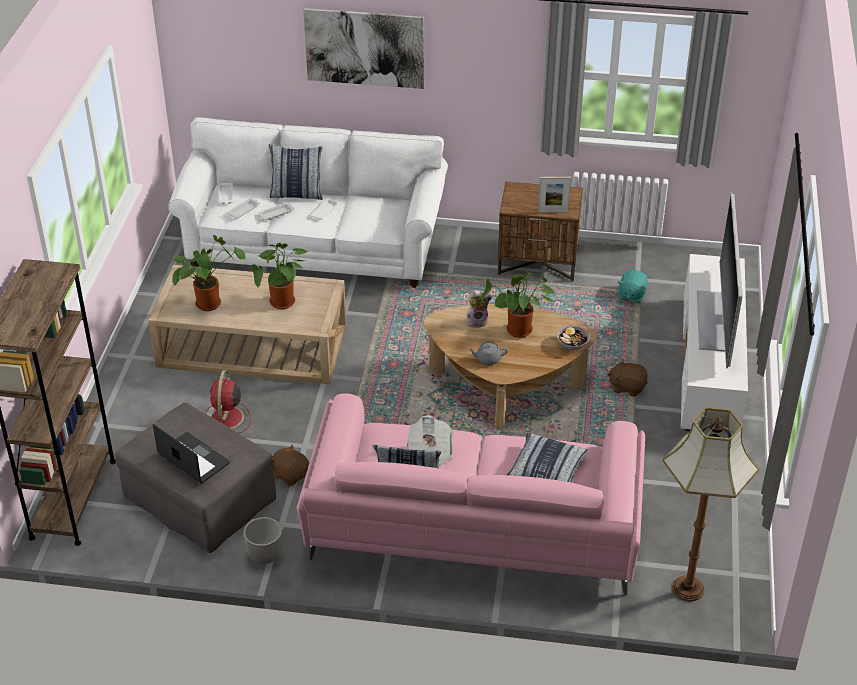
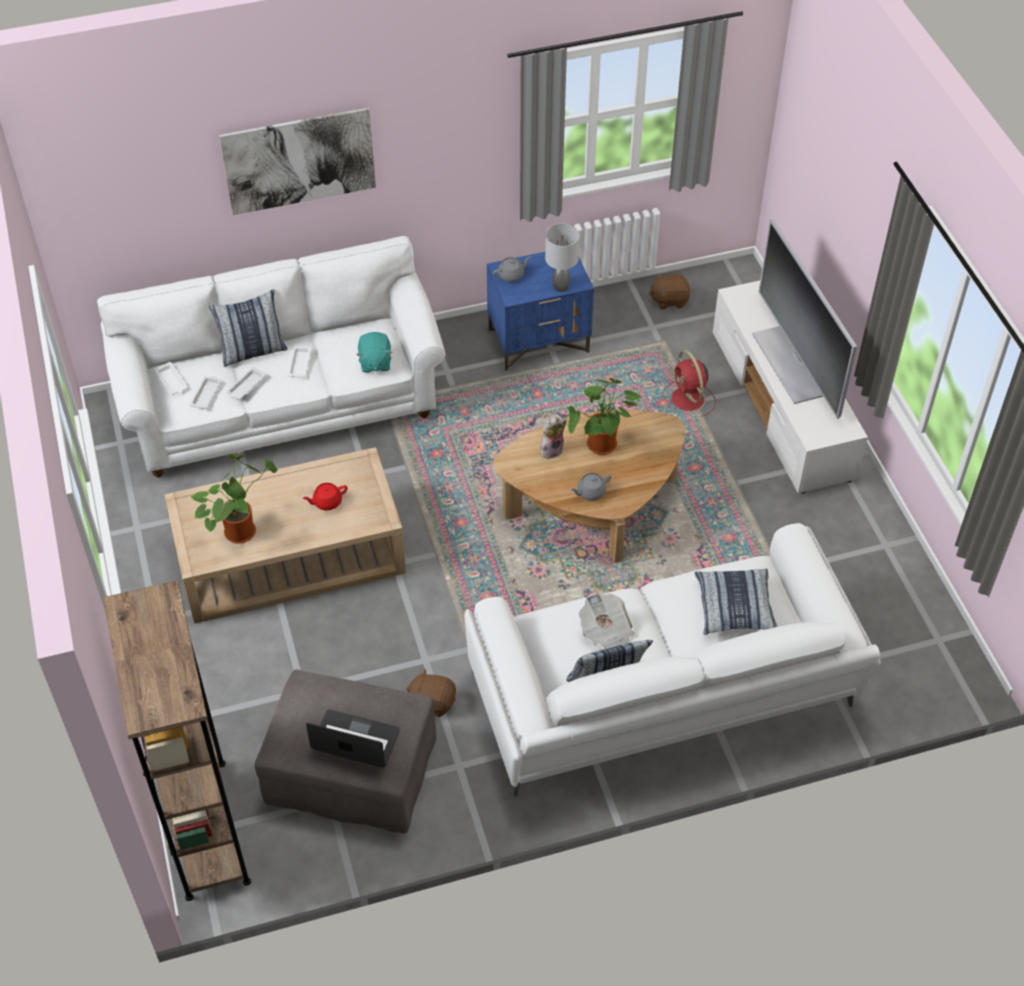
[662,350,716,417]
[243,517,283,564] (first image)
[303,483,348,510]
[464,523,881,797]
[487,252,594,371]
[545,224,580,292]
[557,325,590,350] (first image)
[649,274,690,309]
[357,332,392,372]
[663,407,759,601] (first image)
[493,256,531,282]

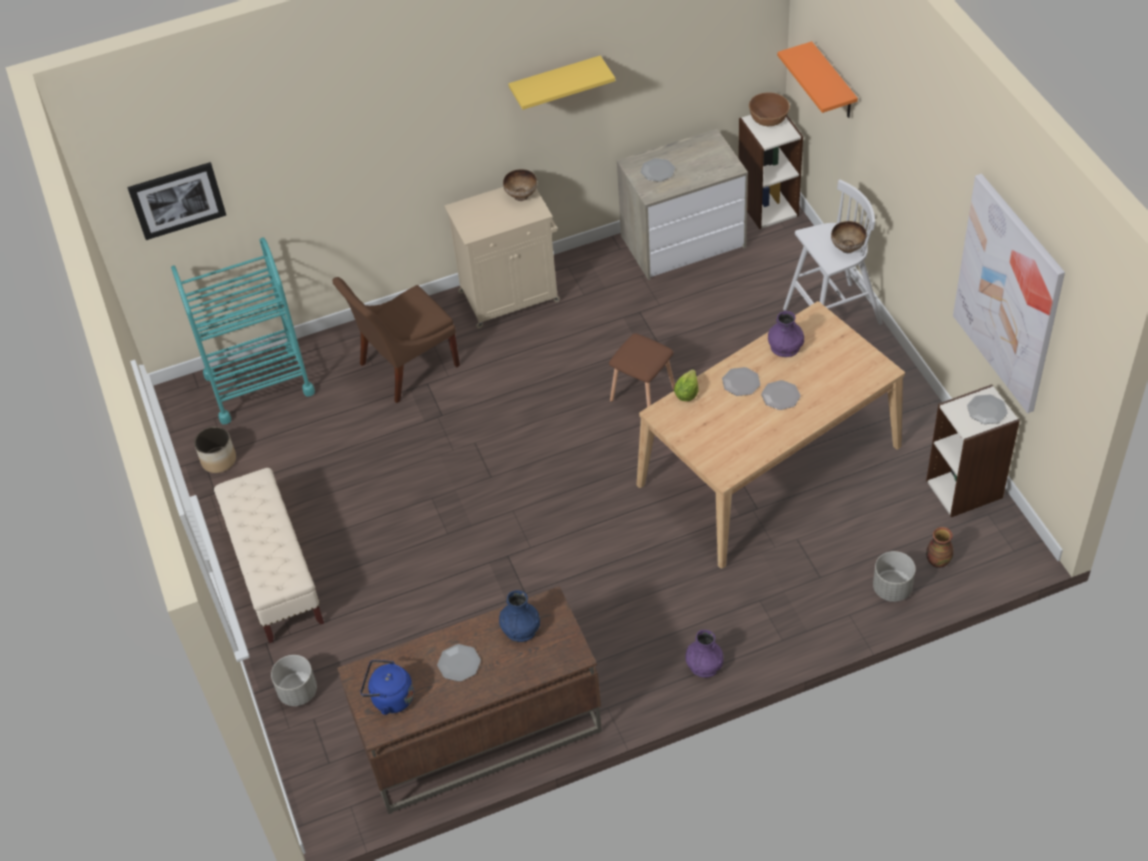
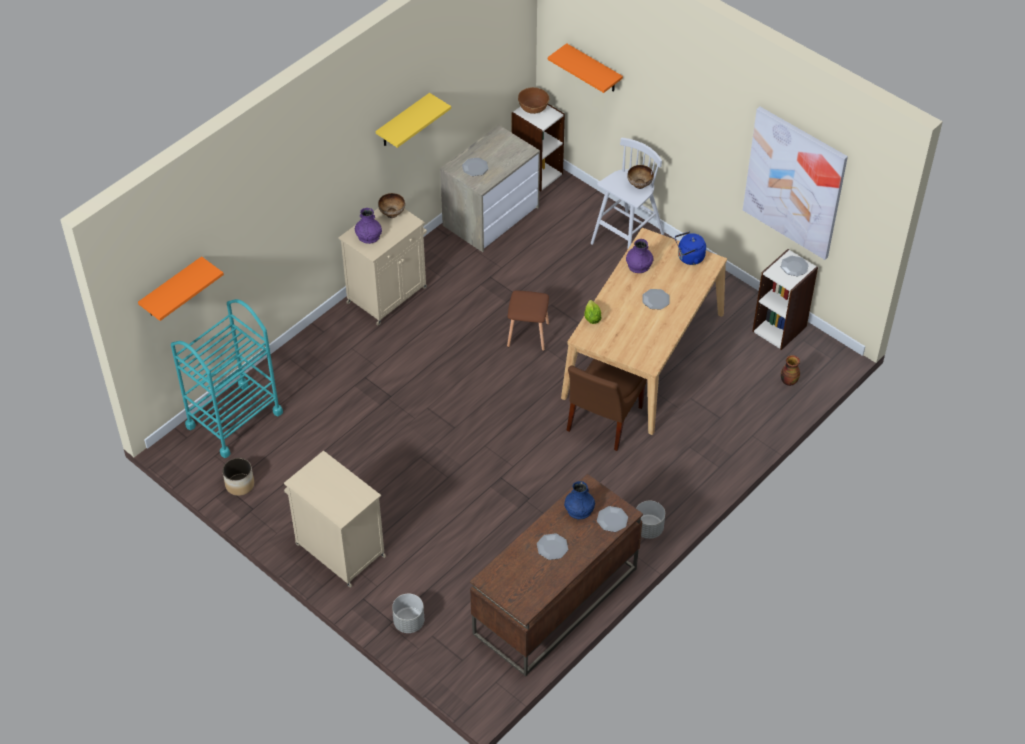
[138,256,224,321]
[284,450,386,588]
[567,359,647,451]
[675,232,706,265]
[355,208,382,244]
[597,506,628,532]
[636,500,665,539]

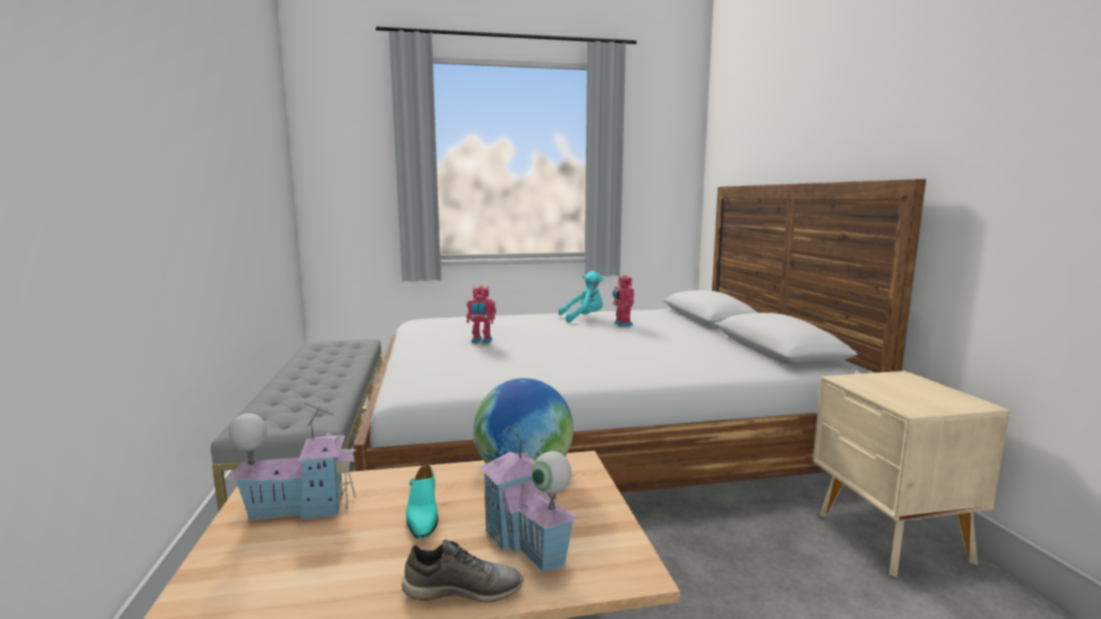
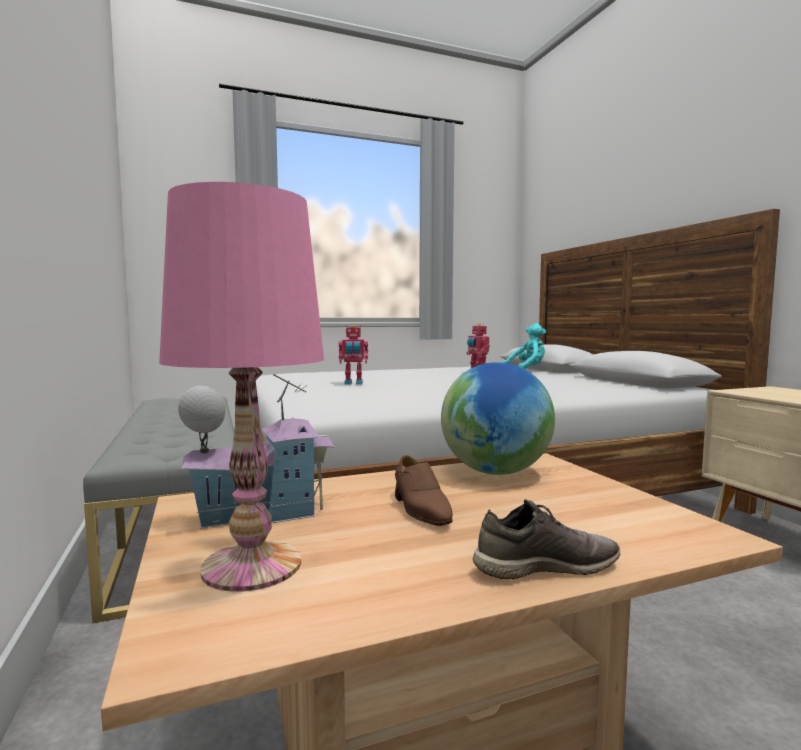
[395,455,453,526]
[478,424,579,573] (first image)
[503,323,546,369]
[159,182,324,592]

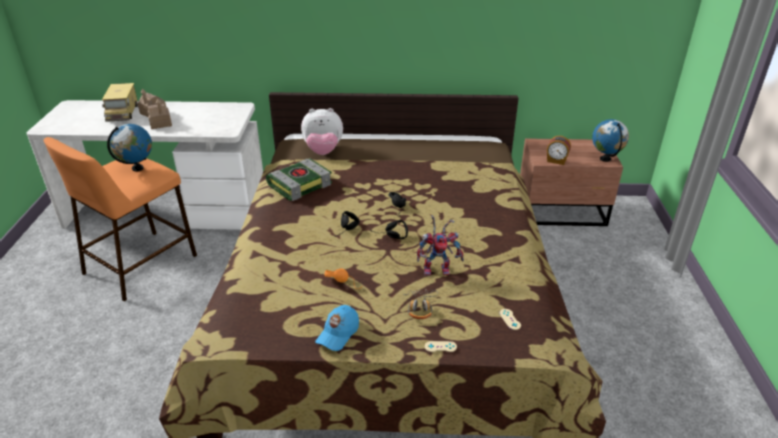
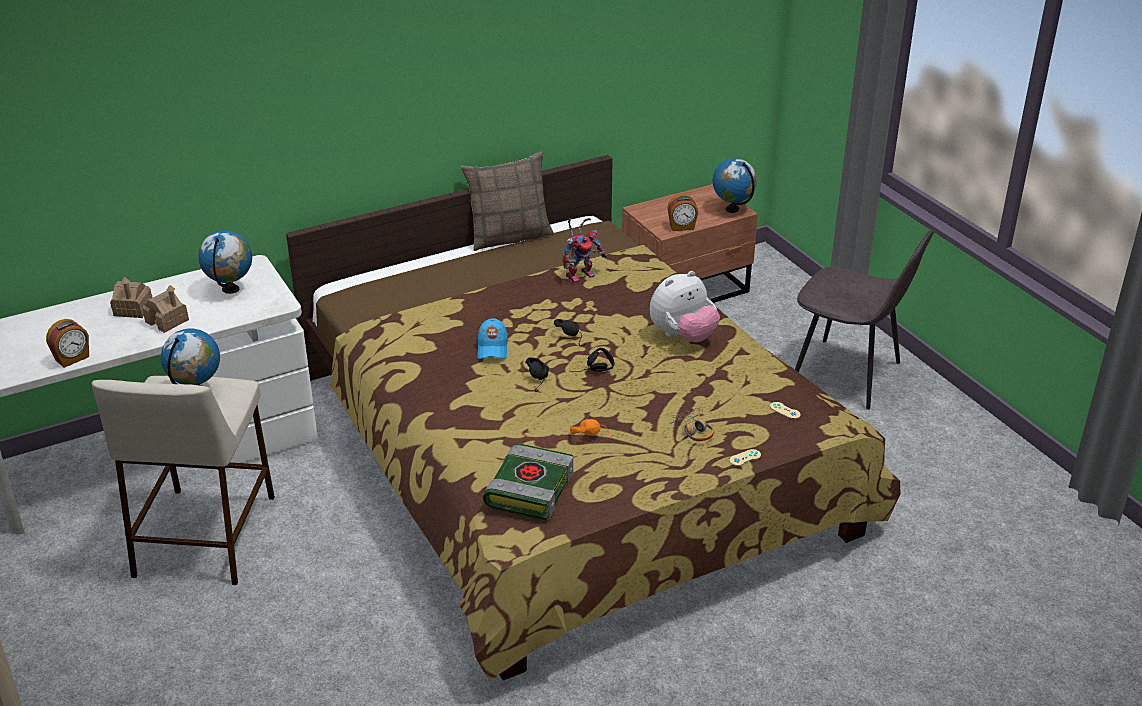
[92,376,275,585]
[102,83,138,122] (first image)
[483,444,573,521]
[650,271,720,342]
[477,318,508,359]
[562,218,607,283]
[46,319,89,368]
[198,230,252,294]
[461,152,554,251]
[795,228,934,410]

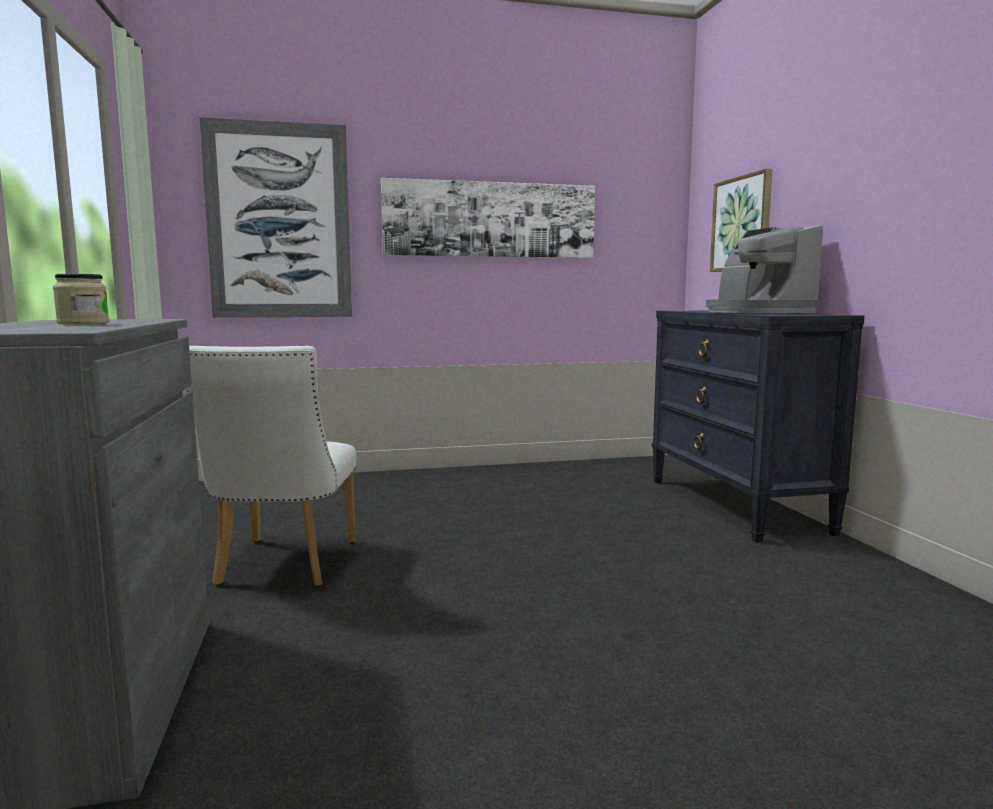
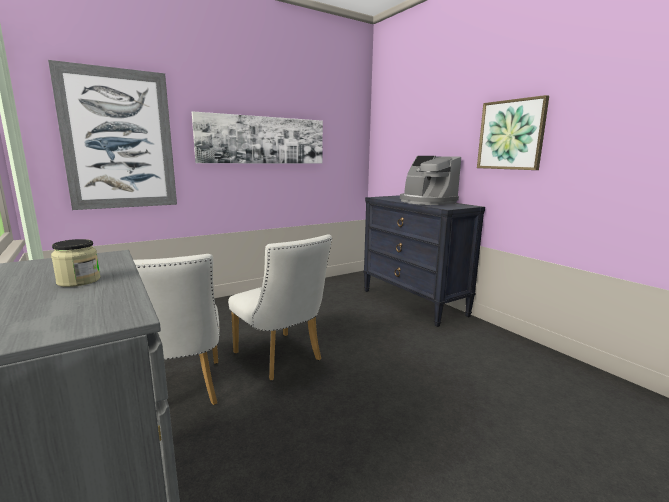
[477,95,549,170]
[228,234,332,381]

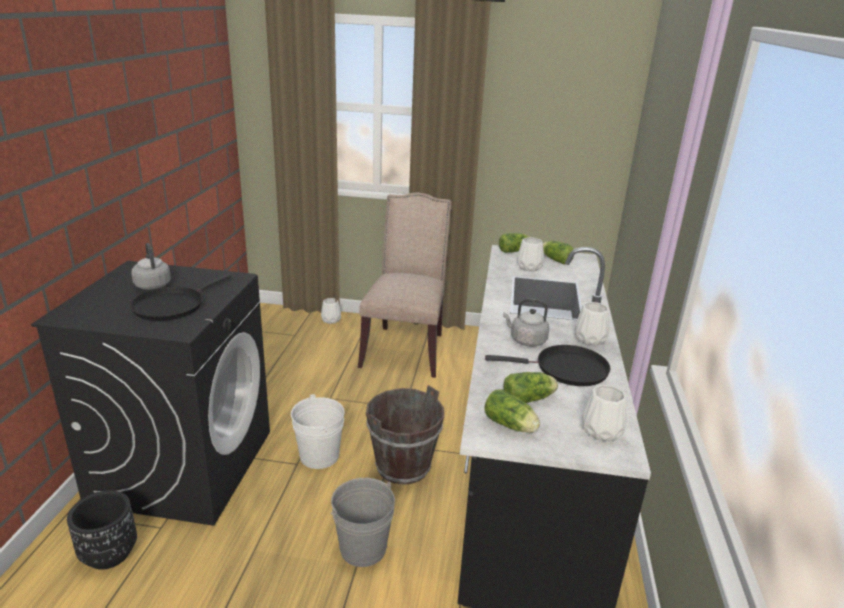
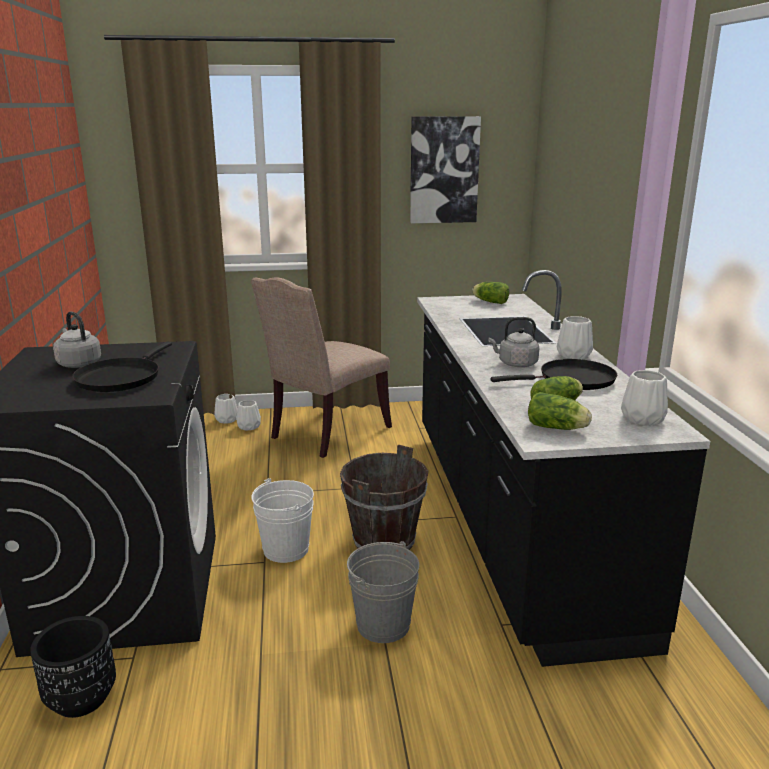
[251,277,392,458]
[499,233,530,253] (first image)
[236,400,261,431]
[410,116,481,223]

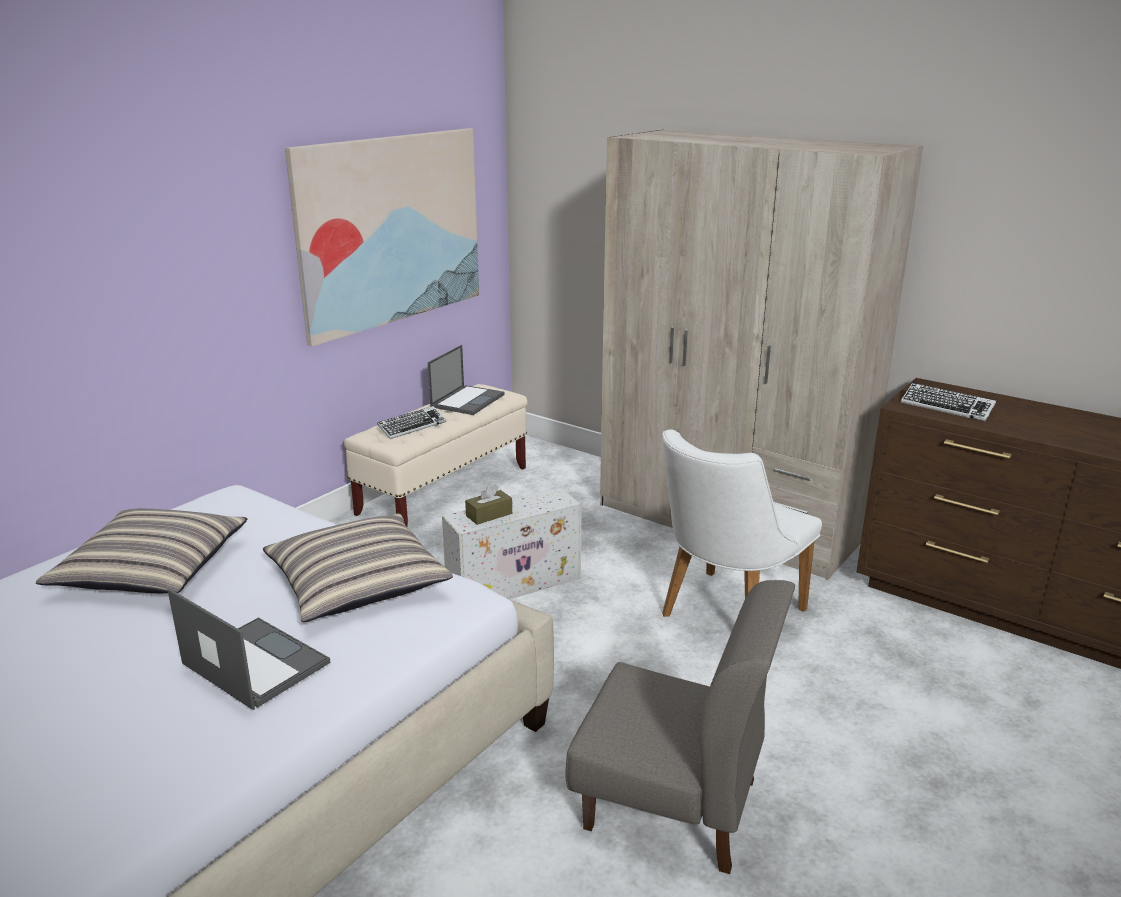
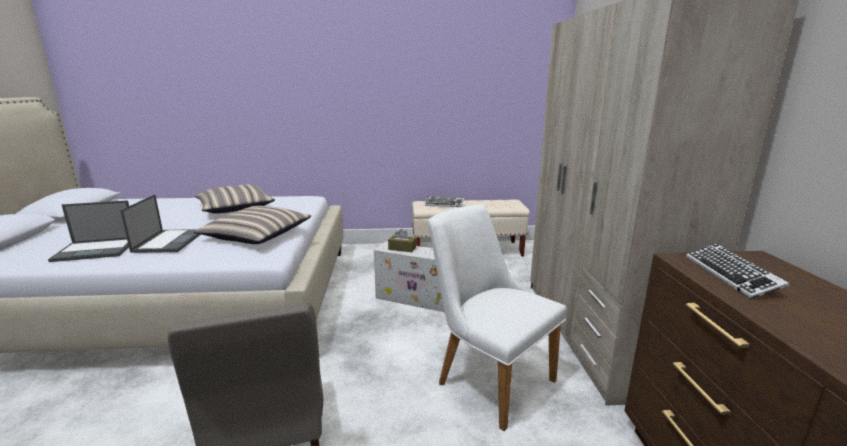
[285,128,479,346] (first image)
[48,200,129,262]
[428,205,567,431]

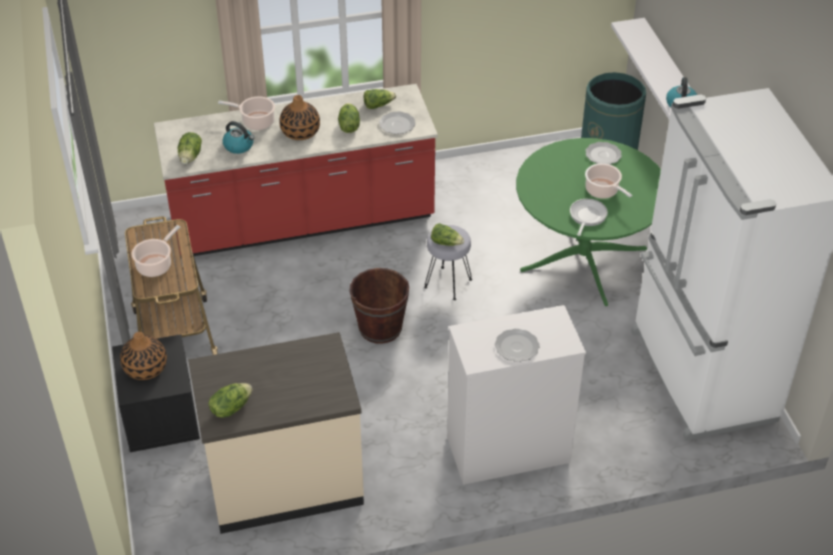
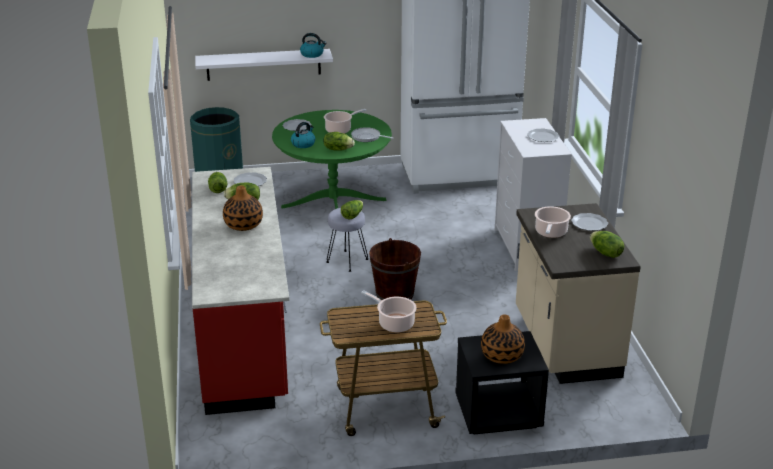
[324,132,355,151]
[535,206,571,238]
[291,122,315,148]
[571,213,608,231]

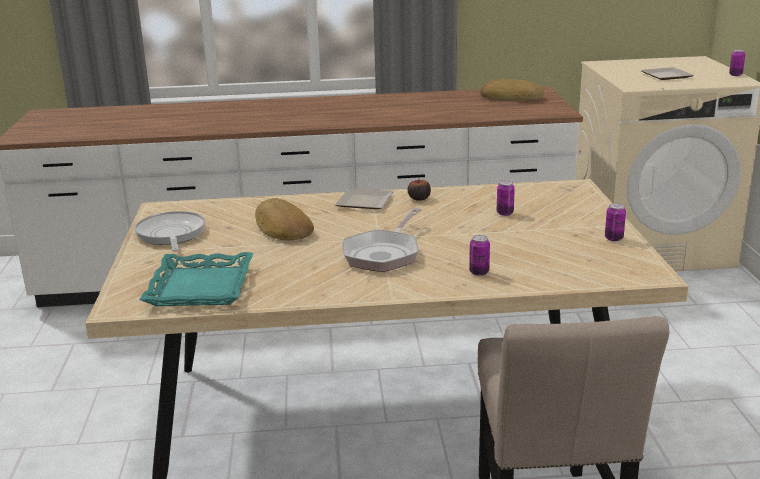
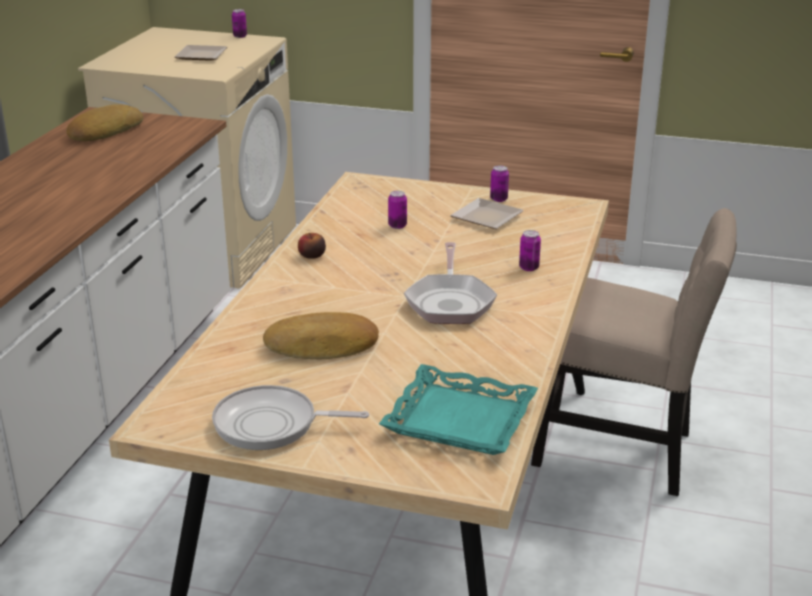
[450,198,524,229]
[404,242,497,324]

